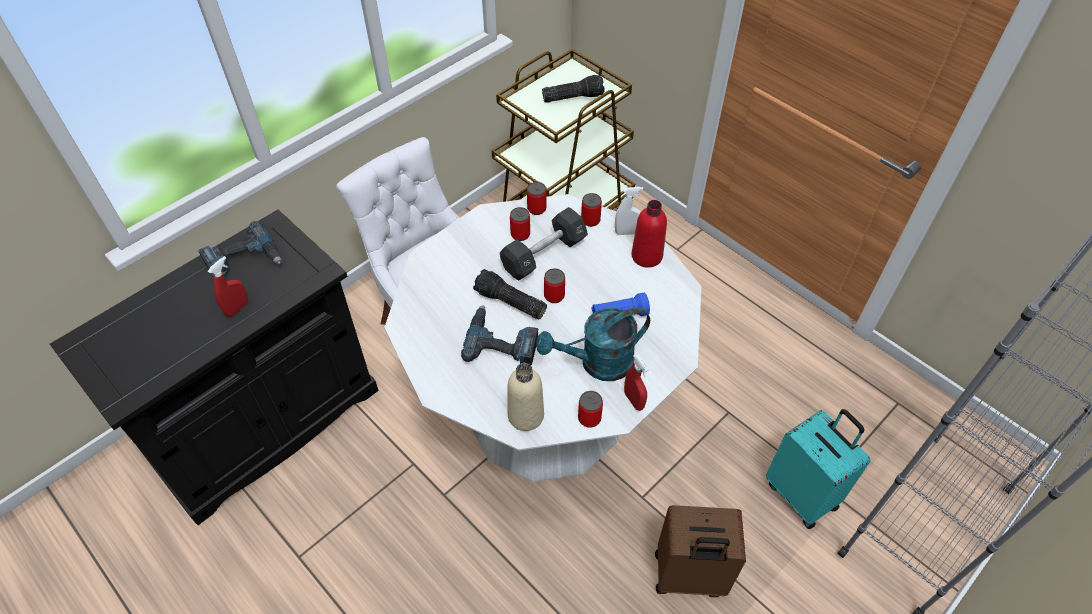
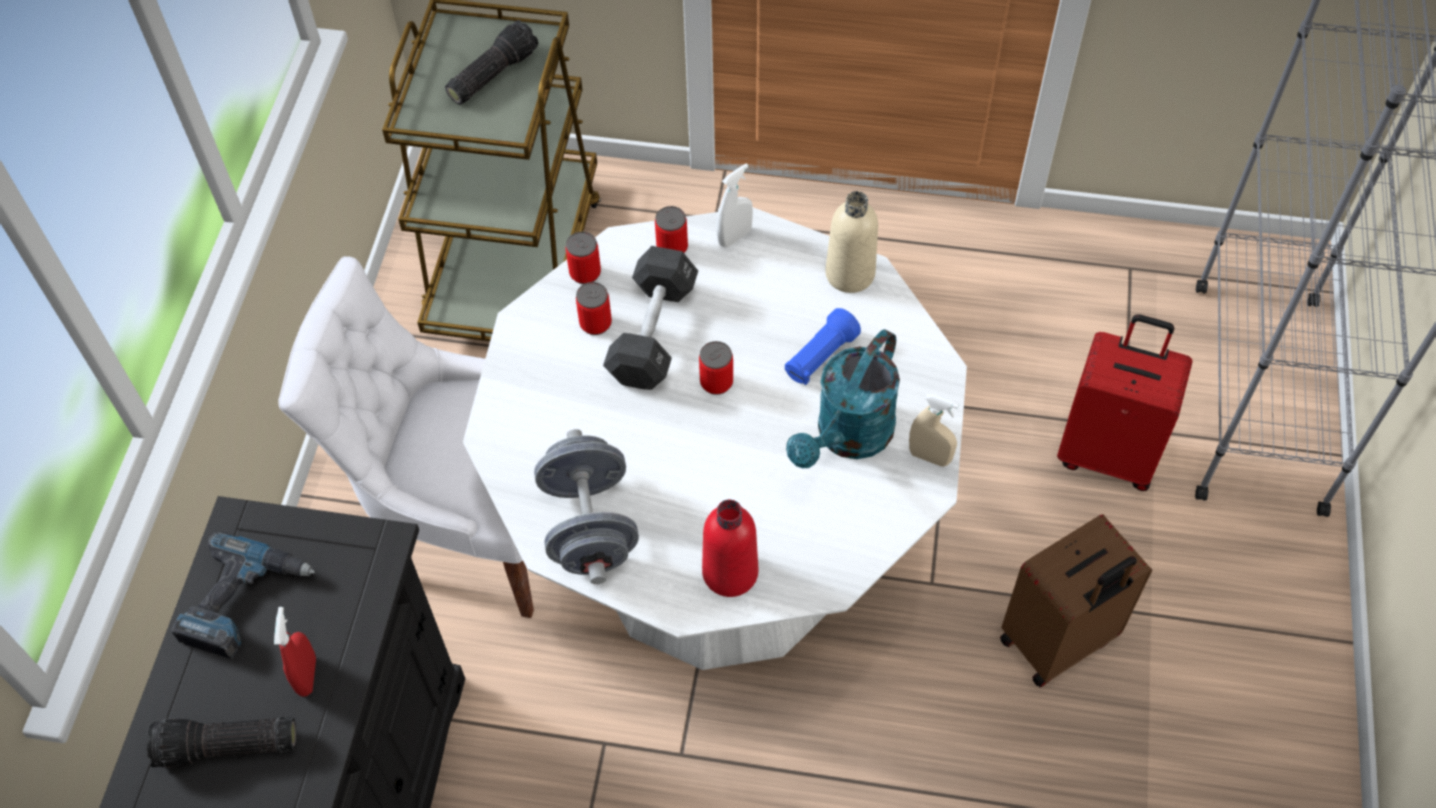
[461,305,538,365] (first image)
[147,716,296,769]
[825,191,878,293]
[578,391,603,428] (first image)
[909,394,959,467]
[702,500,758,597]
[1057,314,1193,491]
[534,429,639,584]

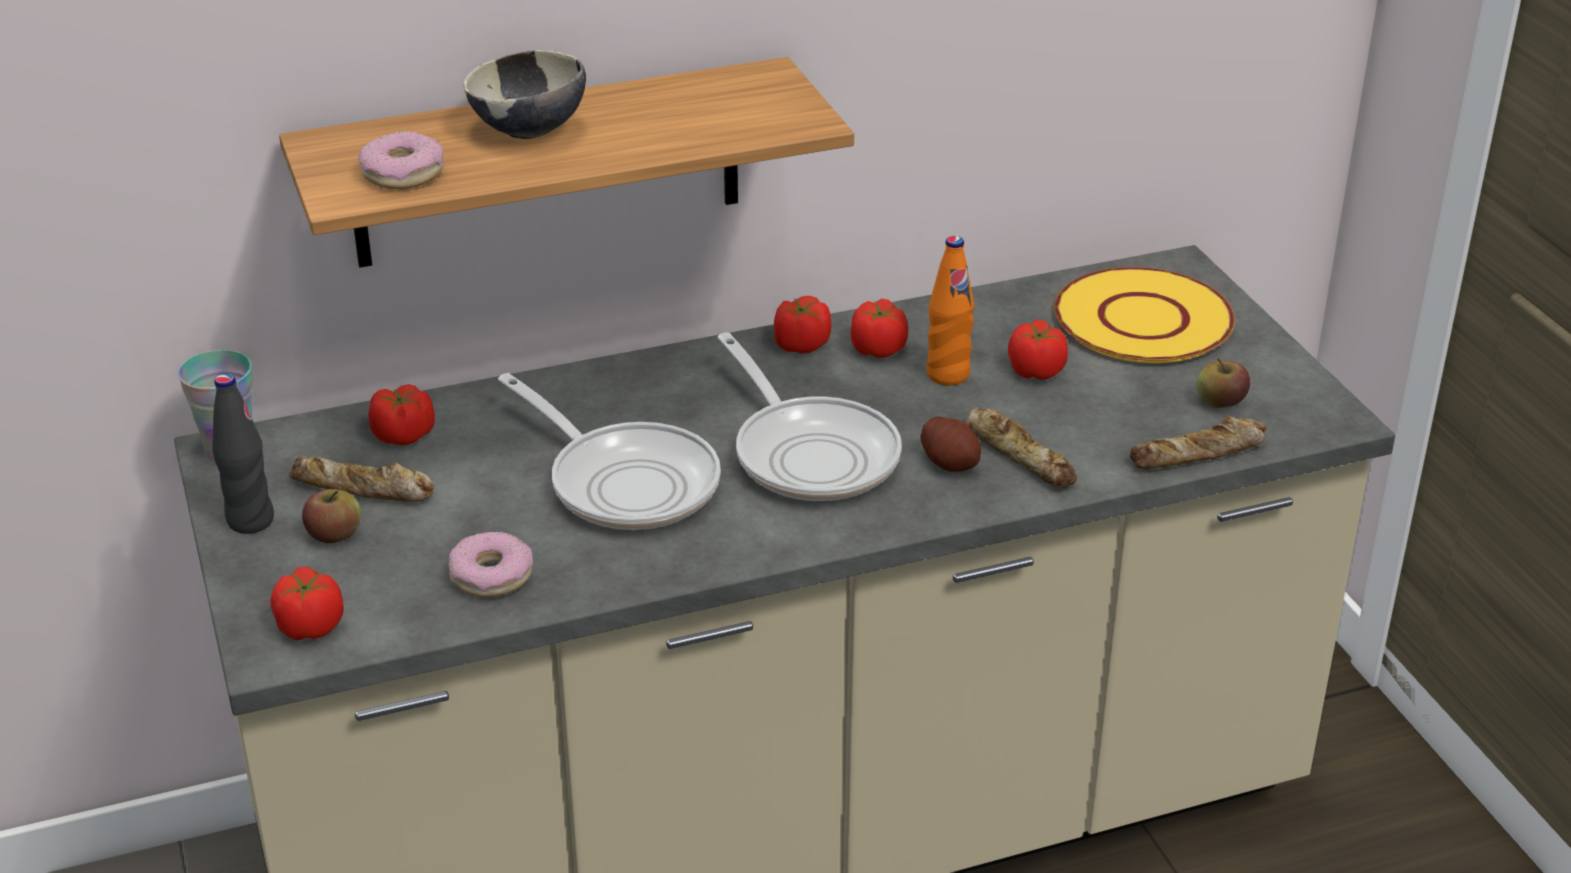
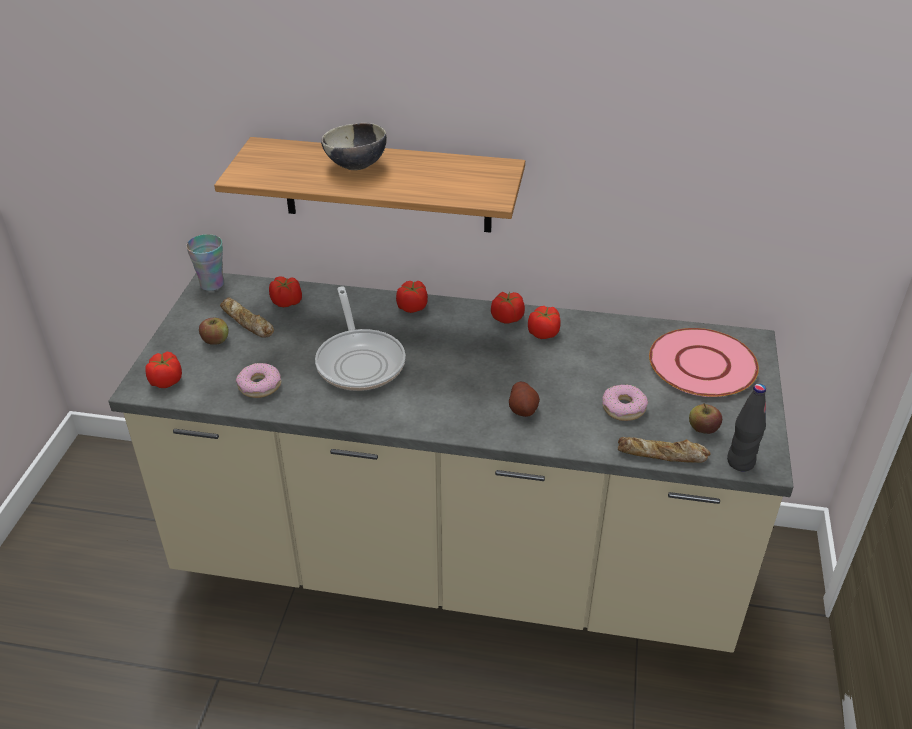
[727,384,766,472]
[602,385,648,421]
[717,332,902,501] (first image)
[927,236,974,386] (first image)
[965,407,1077,487] (first image)
[396,281,428,313]
[649,328,759,397]

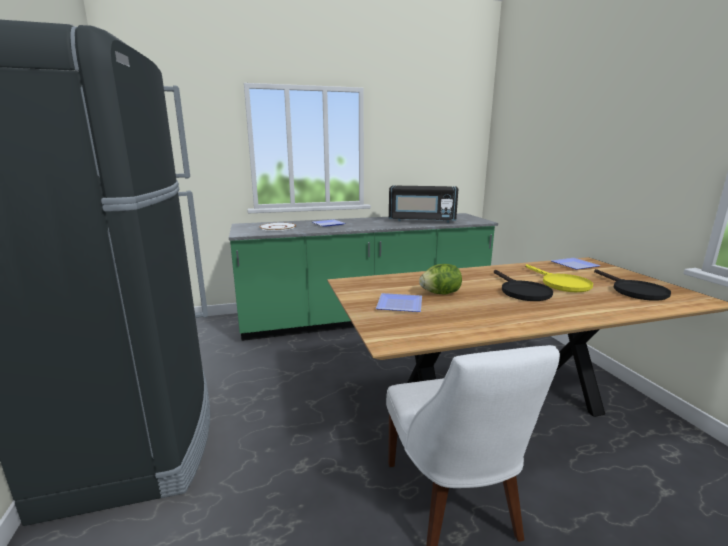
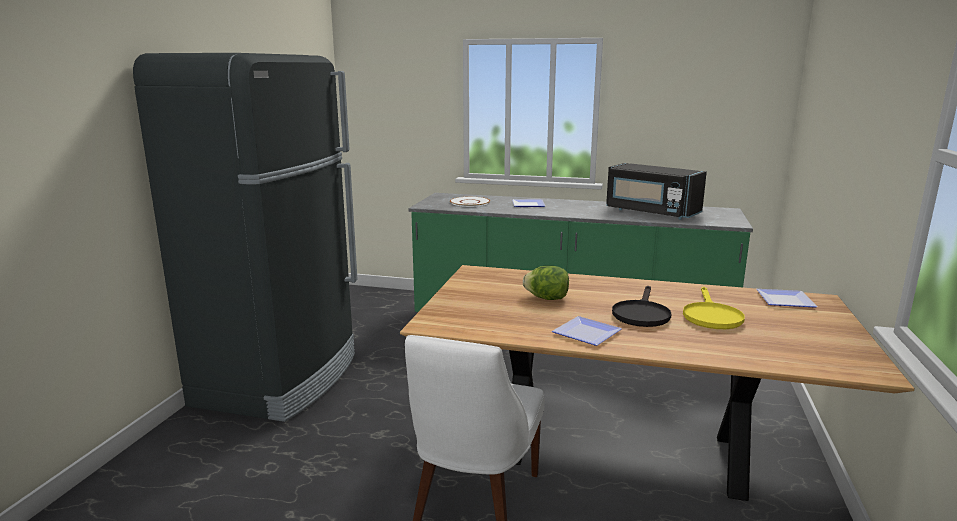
[552,316,622,346]
[594,269,671,300] (first image)

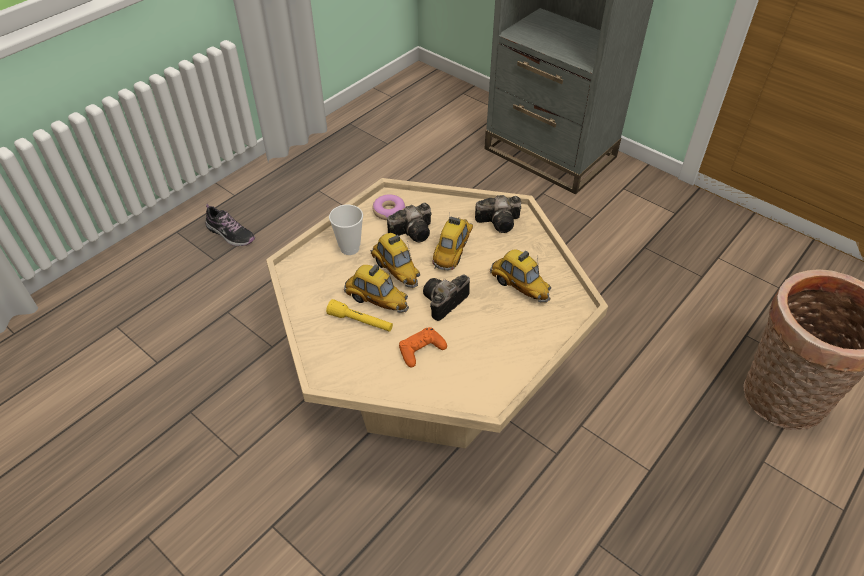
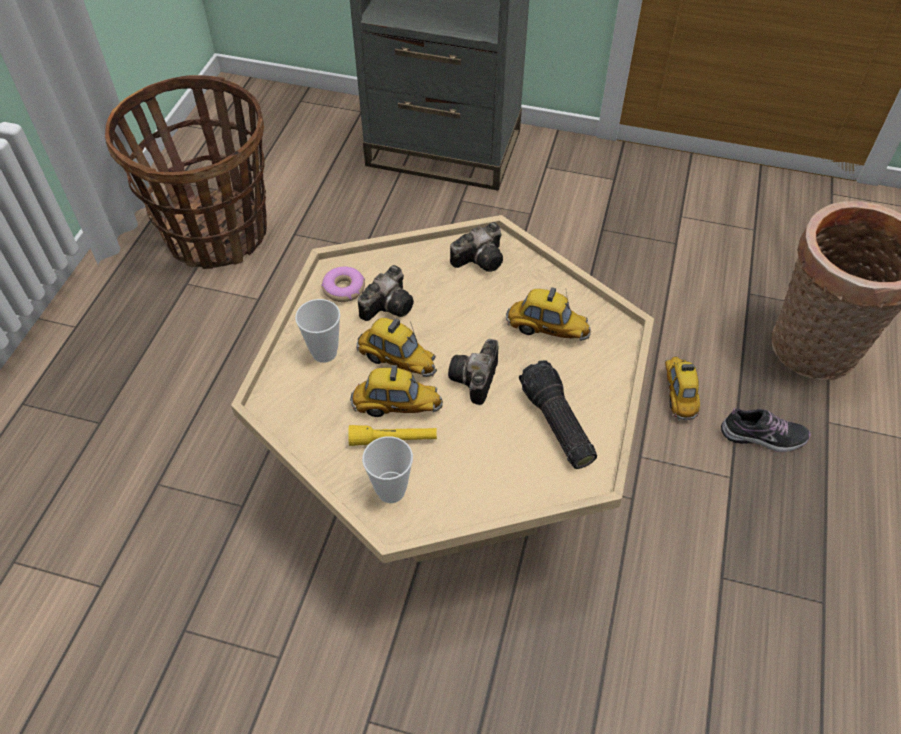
[721,408,810,452]
[399,327,447,368] (first image)
[665,356,700,421]
[105,75,267,269]
[362,436,413,503]
[519,360,597,469]

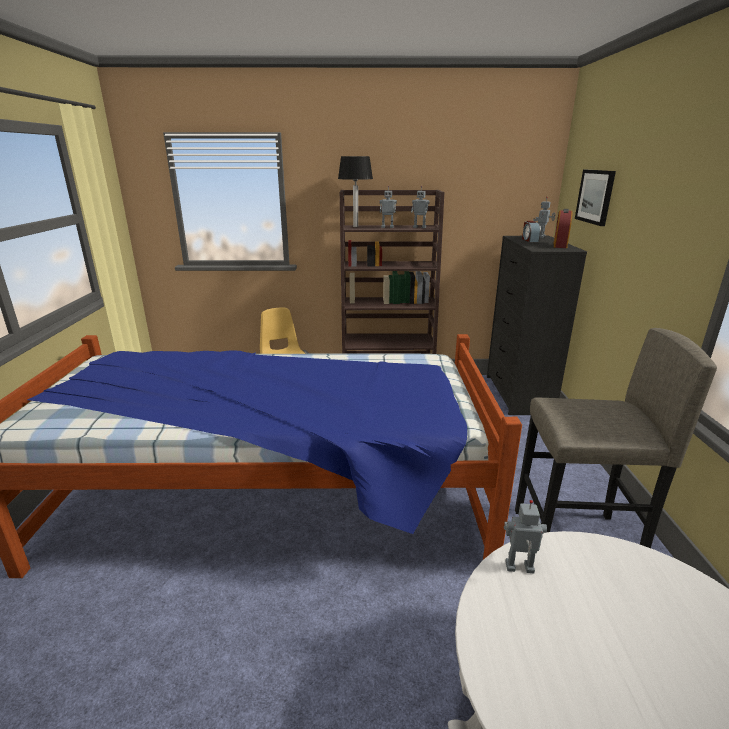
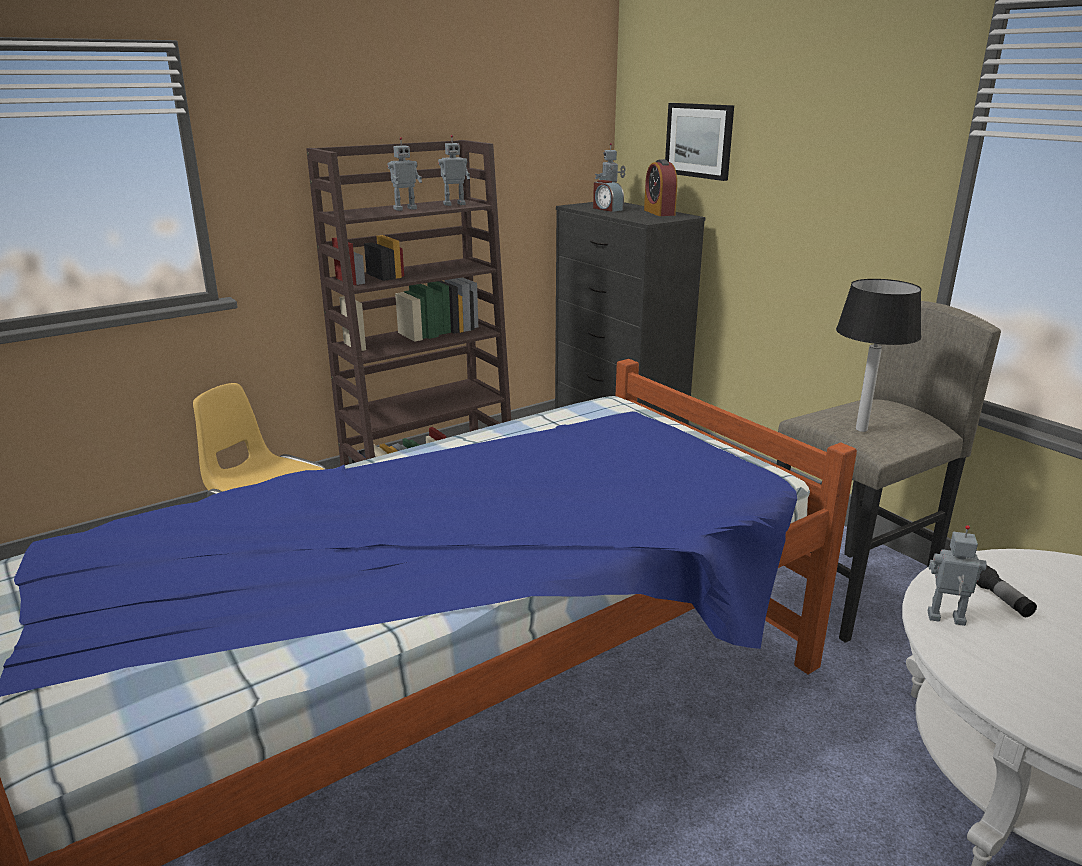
[836,279,922,432]
[928,525,987,626]
[976,565,1037,617]

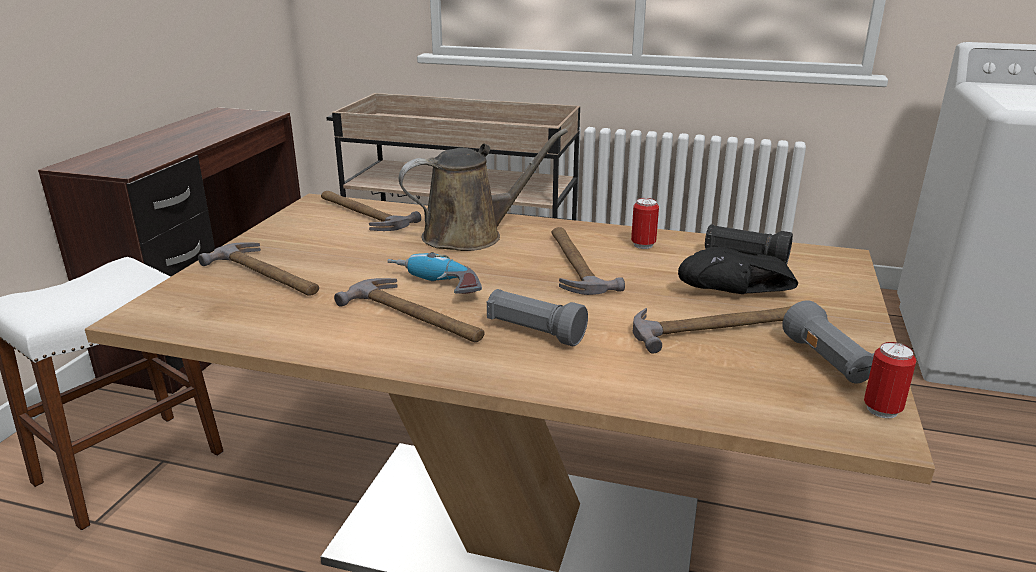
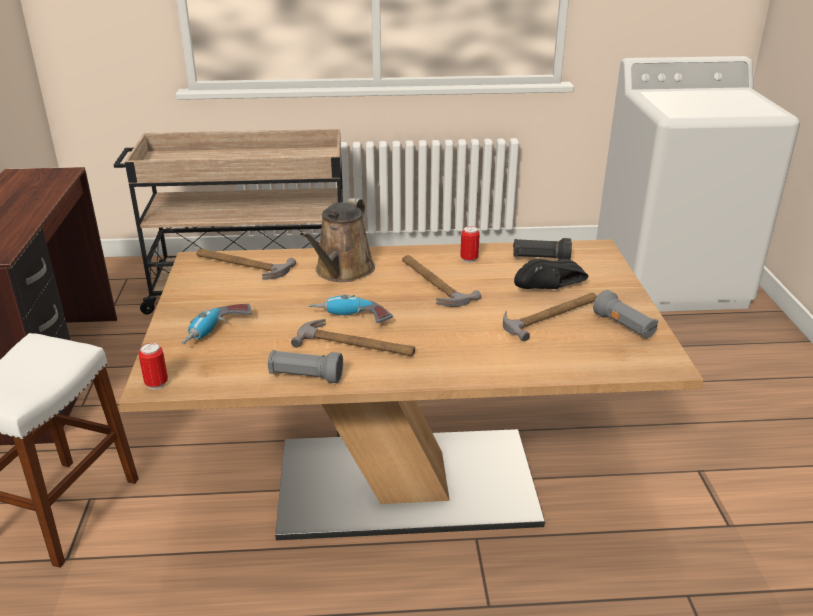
[182,304,252,345]
[300,198,375,282]
[268,350,343,383]
[138,343,168,389]

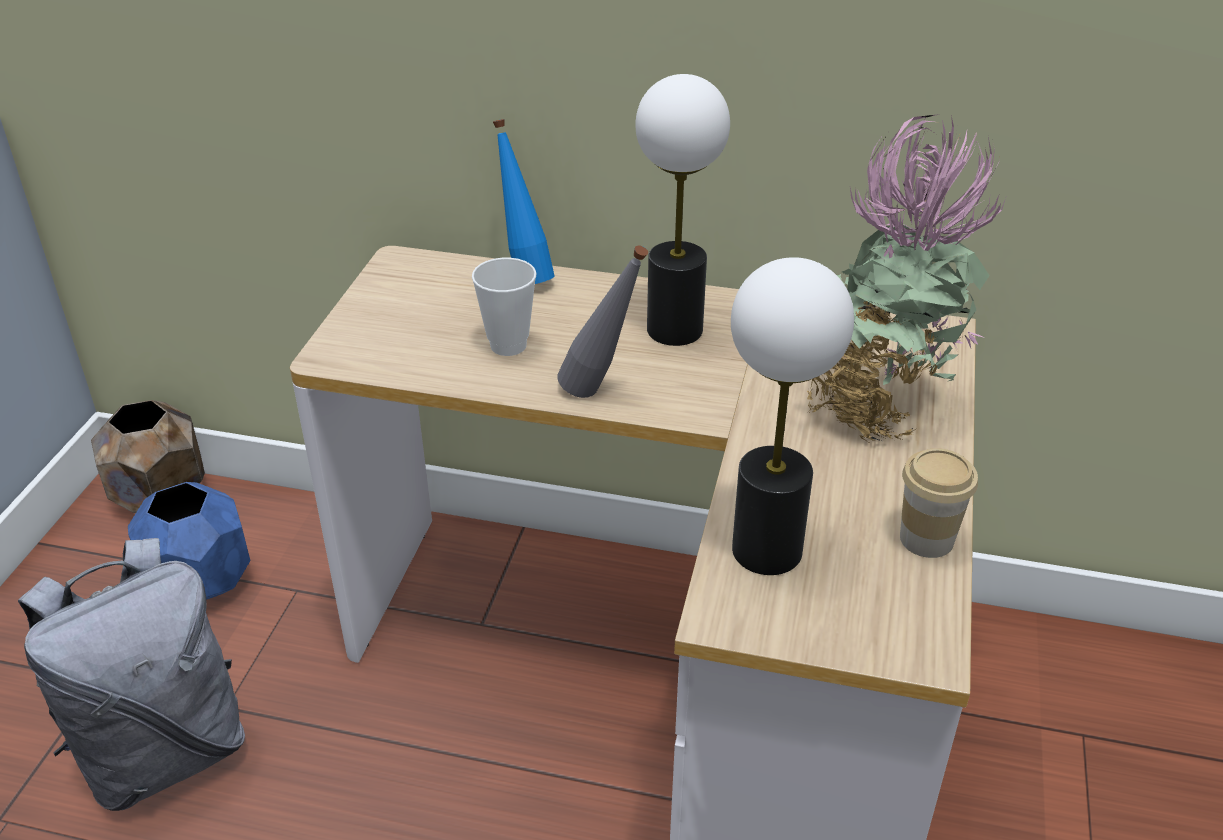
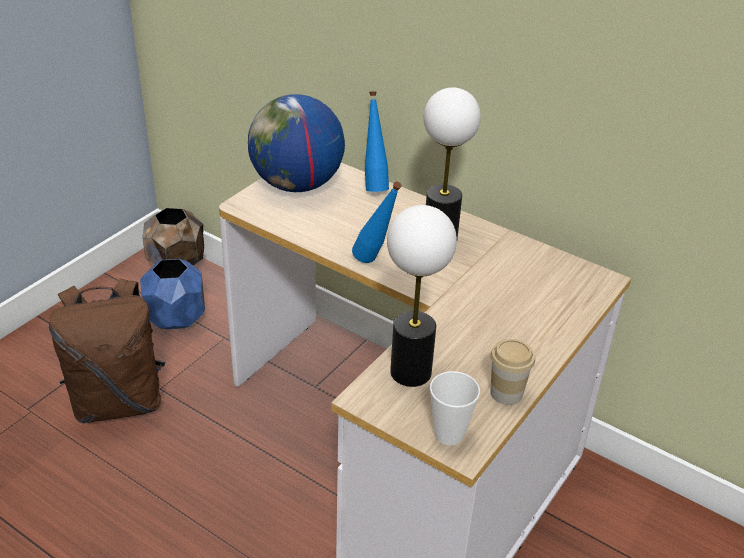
[49,278,165,423]
[430,371,480,445]
[352,181,402,263]
[807,114,1006,442] (first image)
[248,94,345,192]

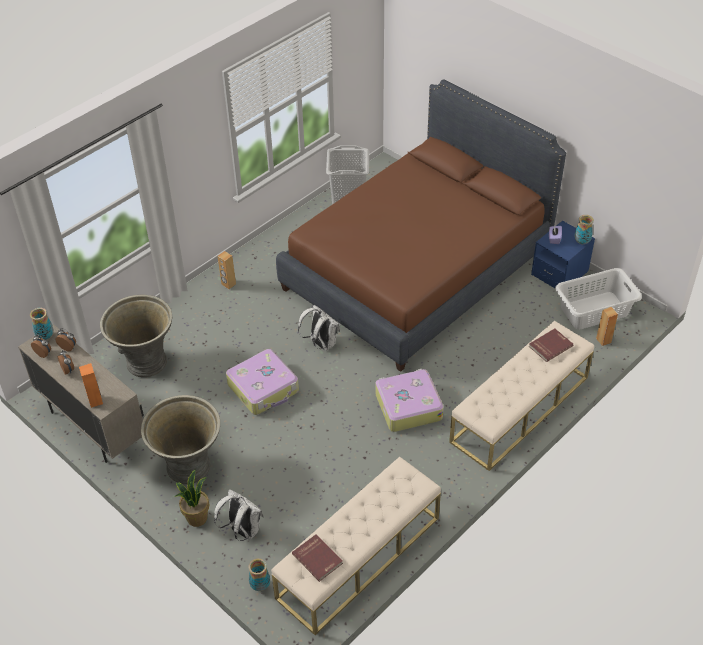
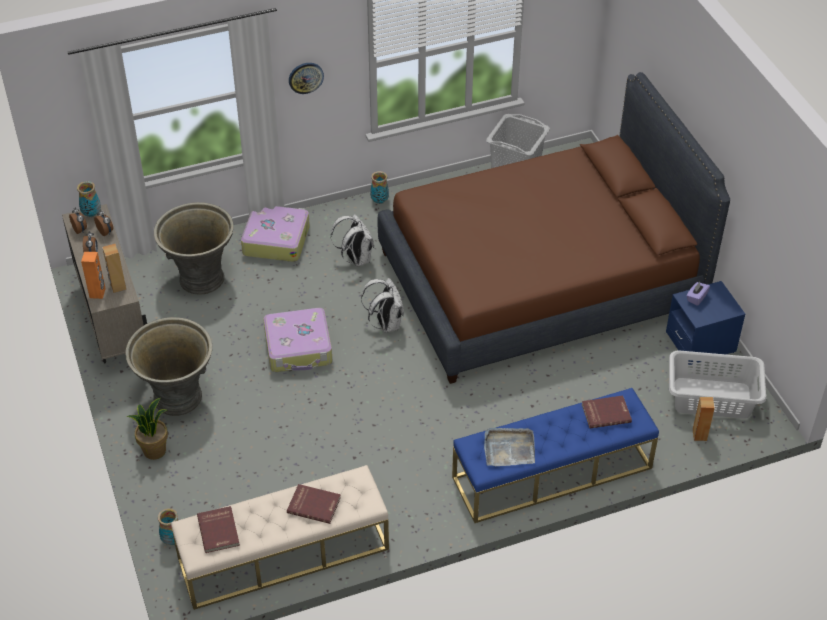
[331,214,374,267]
[102,244,126,293]
[241,206,310,262]
[452,388,659,523]
[370,171,389,204]
[287,484,341,524]
[289,63,324,94]
[484,428,535,466]

